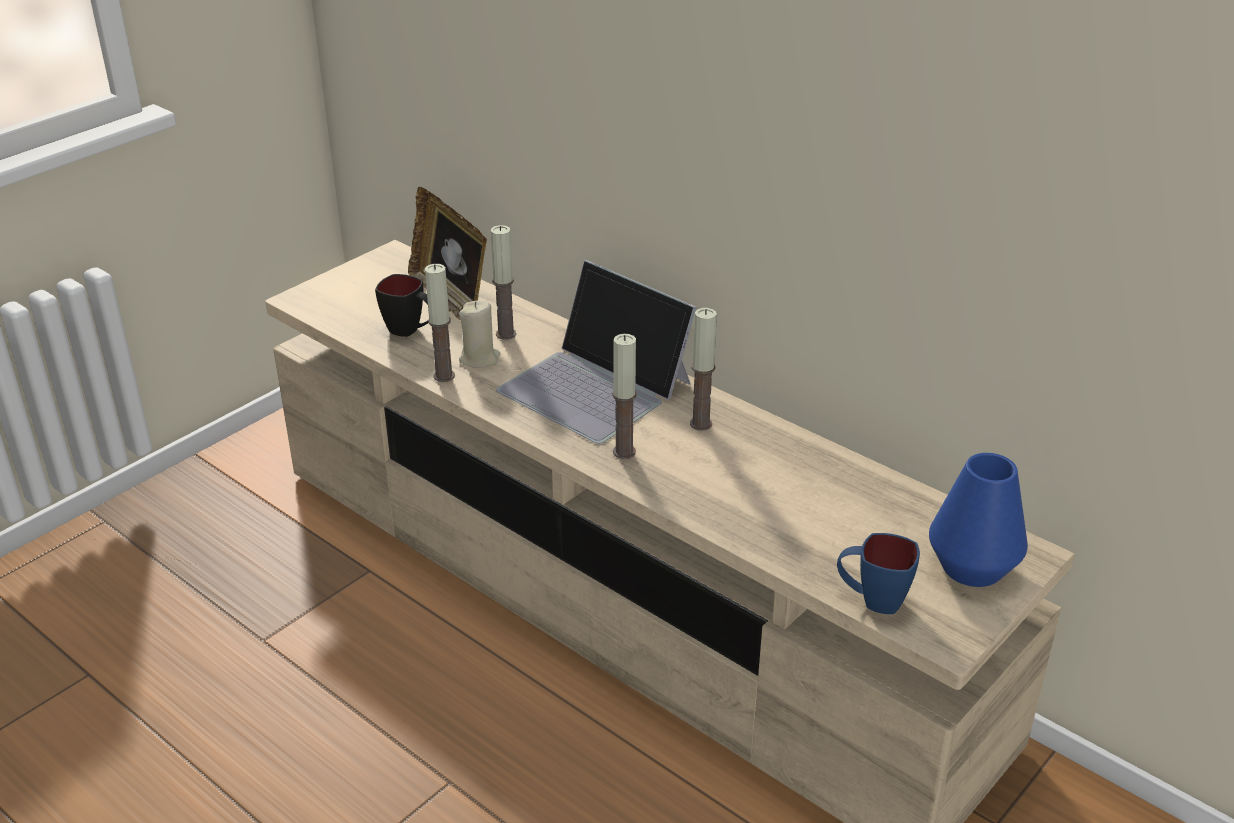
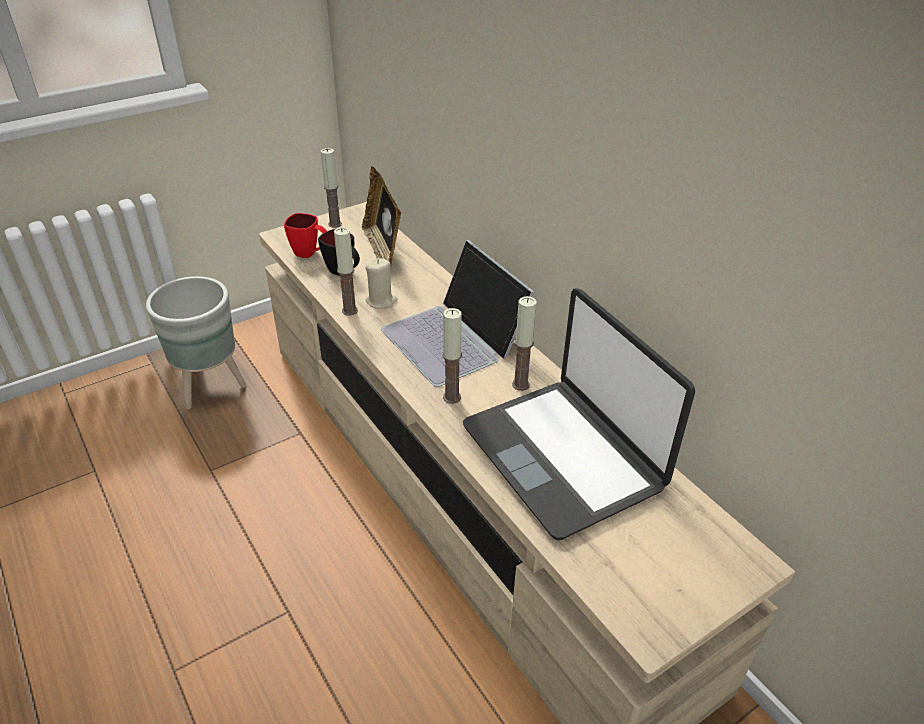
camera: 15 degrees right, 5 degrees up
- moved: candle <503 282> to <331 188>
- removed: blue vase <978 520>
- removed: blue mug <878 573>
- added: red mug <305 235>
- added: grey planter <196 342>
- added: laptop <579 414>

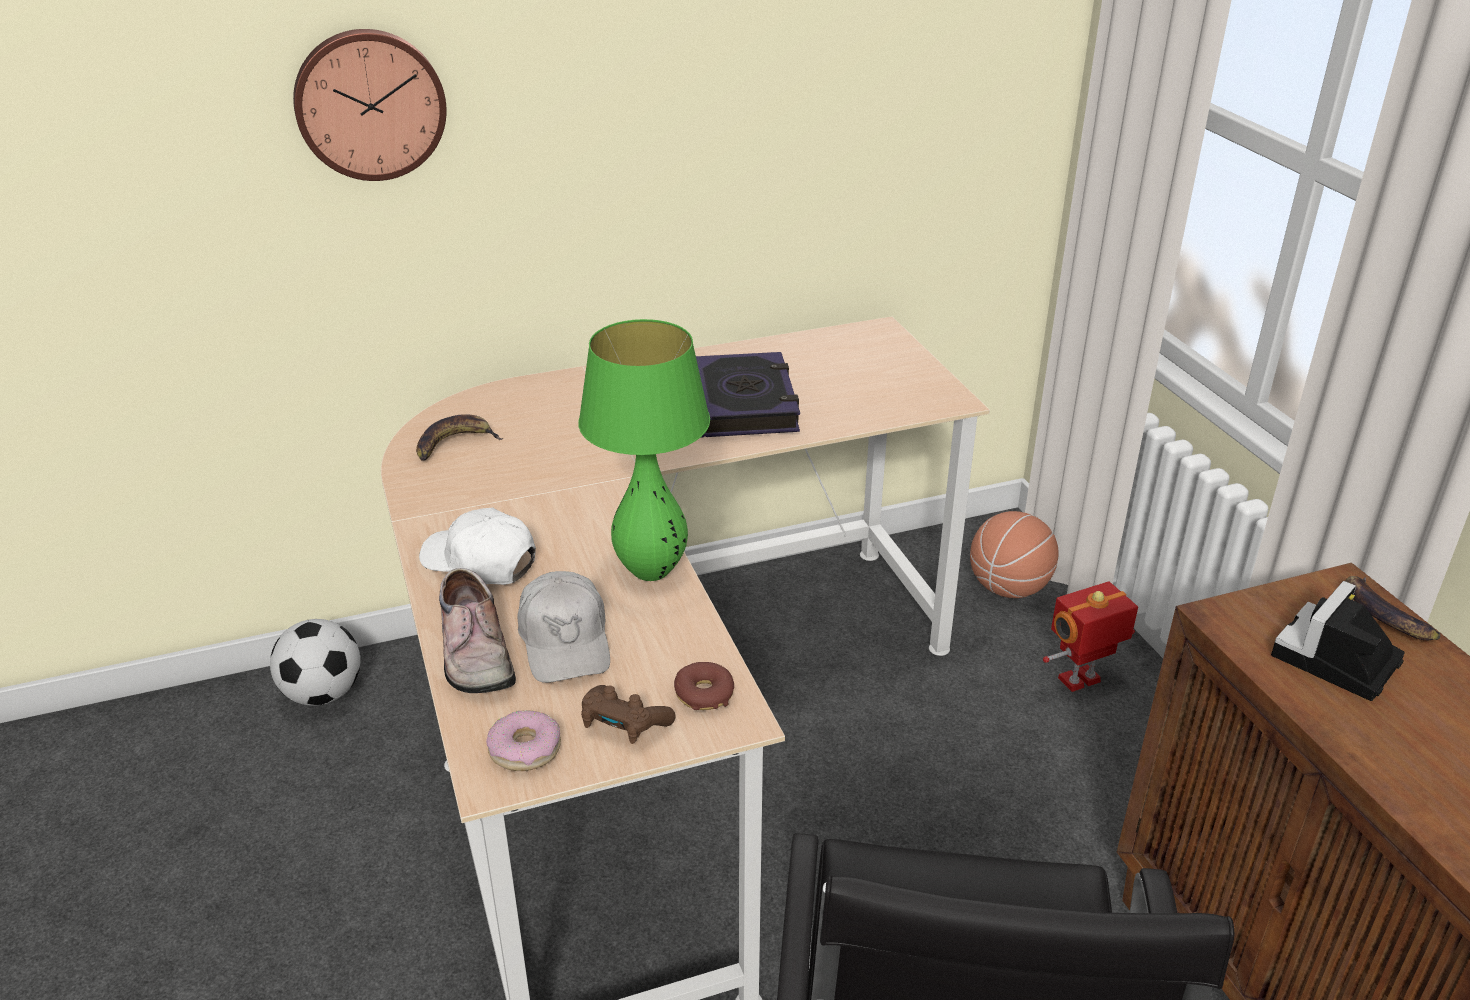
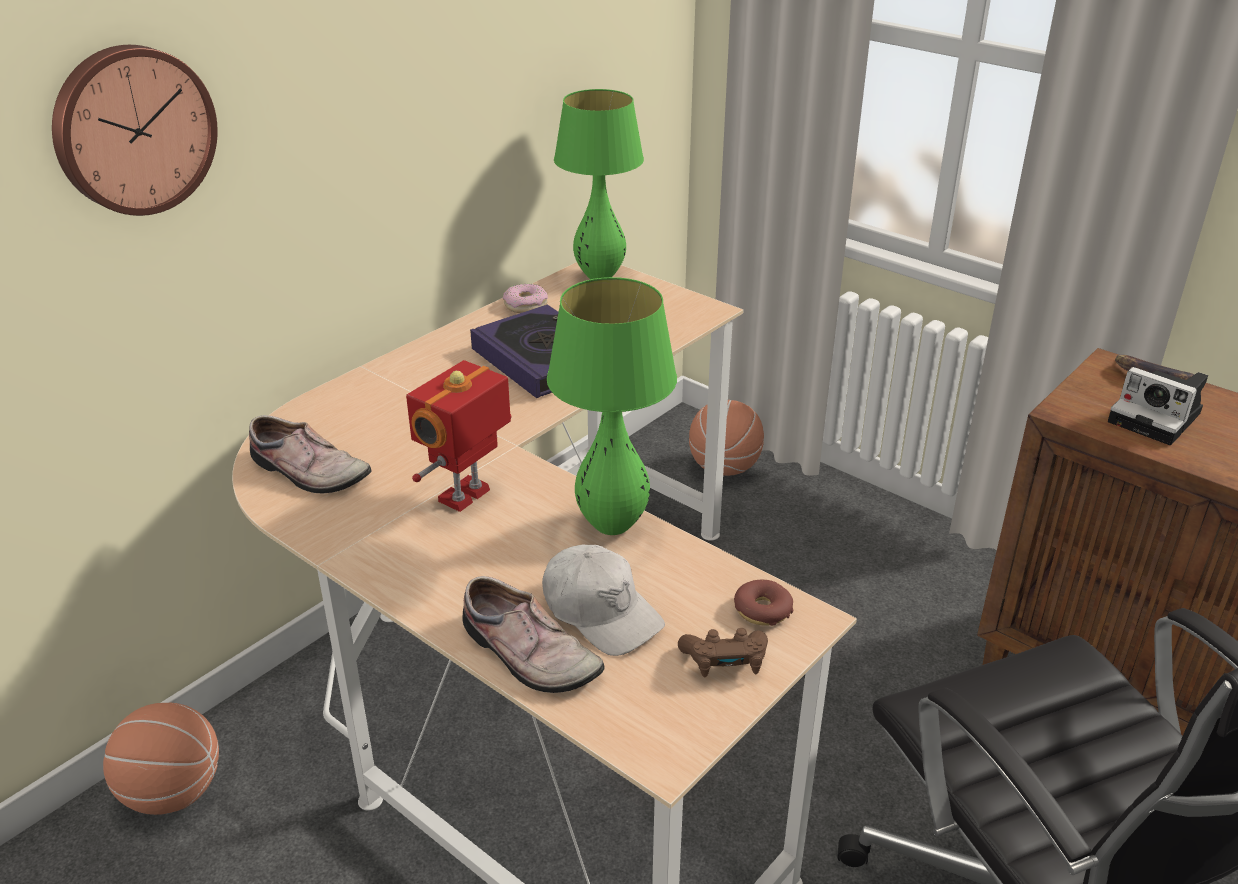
camera: 30 degrees left, 0 degrees up
- replaced: banana <459 438> to shoe <310 454>
- removed: white cap <477 546>
- moved: toy robot <1090 636> to <458 436>
- turned: photo camera <1338 641> = <1158 406> 60 degrees counterclockwise
- replaced: football <315 662> to basketball <161 759>
- moved: donut <523 740> to <525 298>
- added: green table lamp <599 184>

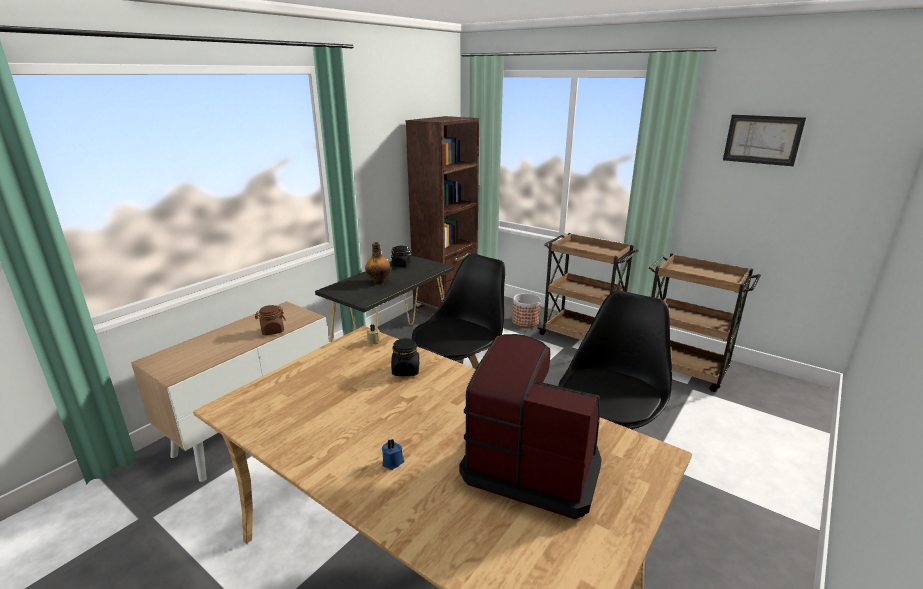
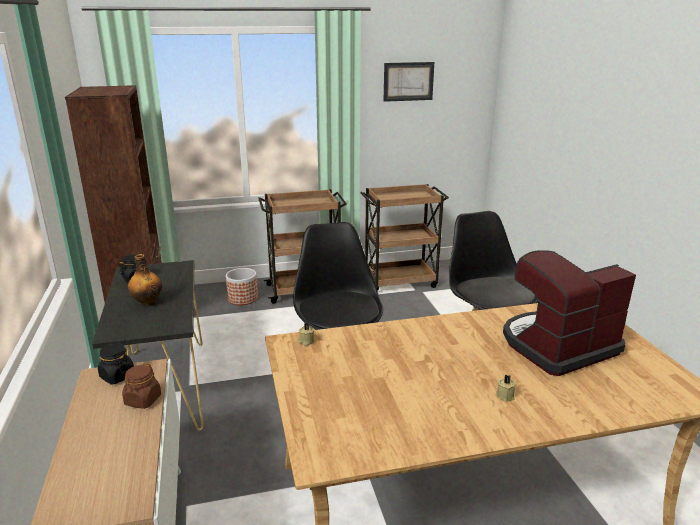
camera: 50 degrees left, 0 degrees up
- moved: black jar <405 357> to <116 363>
- recoloured: blue candle <393 454> to beige candle <505 388>

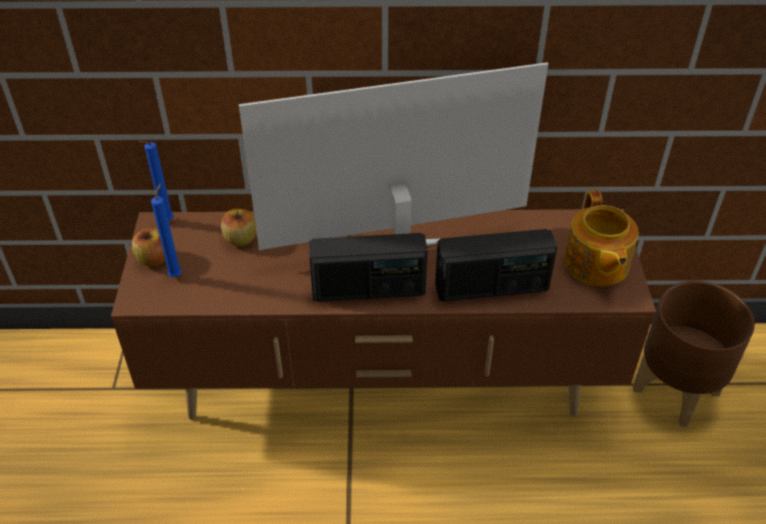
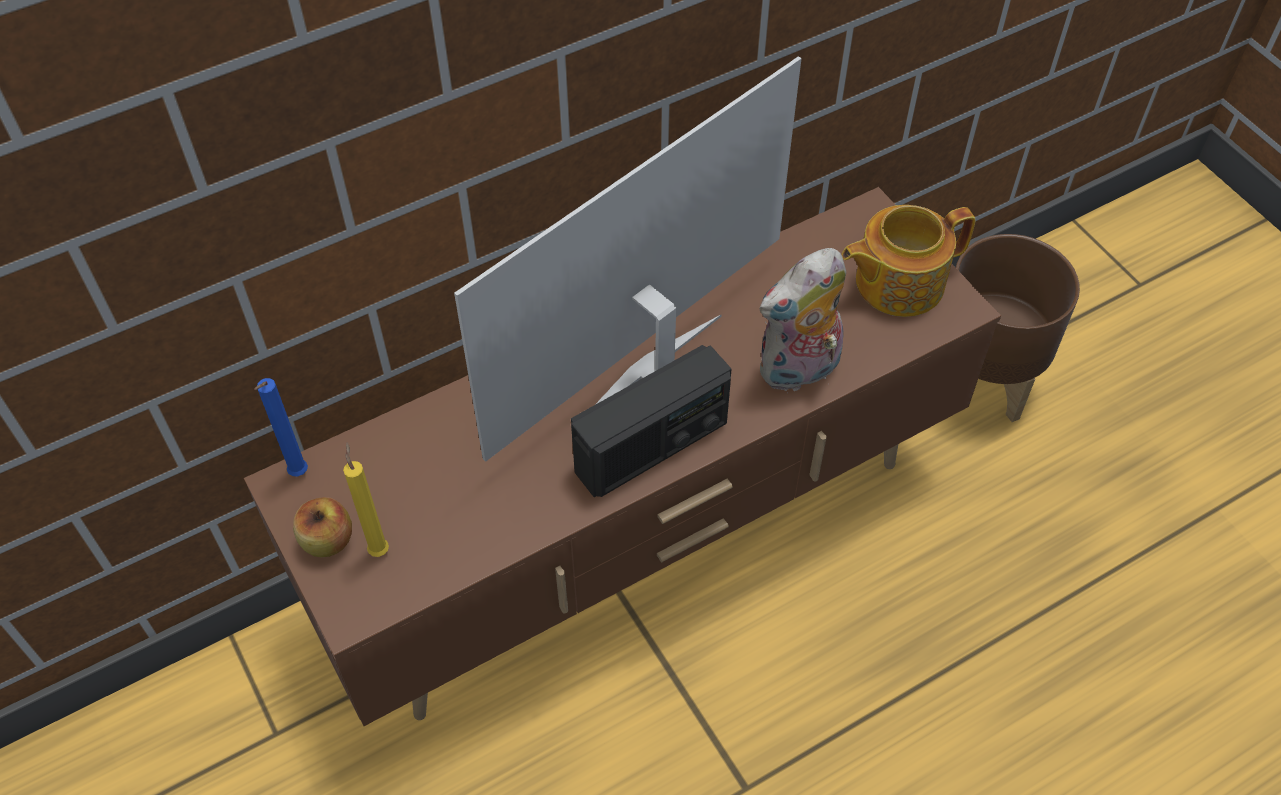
camera: 30 degrees left, 10 degrees up
- recoloured: blue candle <166 230> to yellow candle <366 499>
- turned: teapot <601 238> = <909 261> 105 degrees clockwise
- removed: apple <238 227>
- replaced: radio <496 265> to plush toy <803 320>

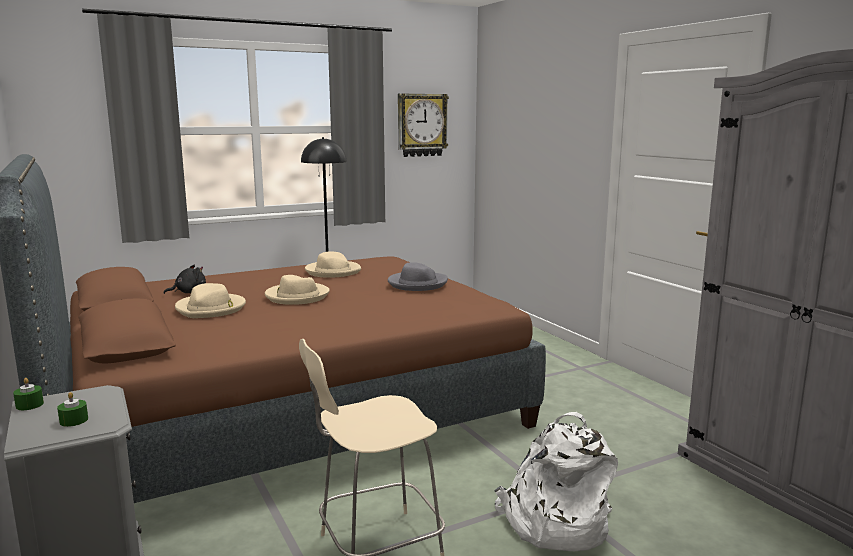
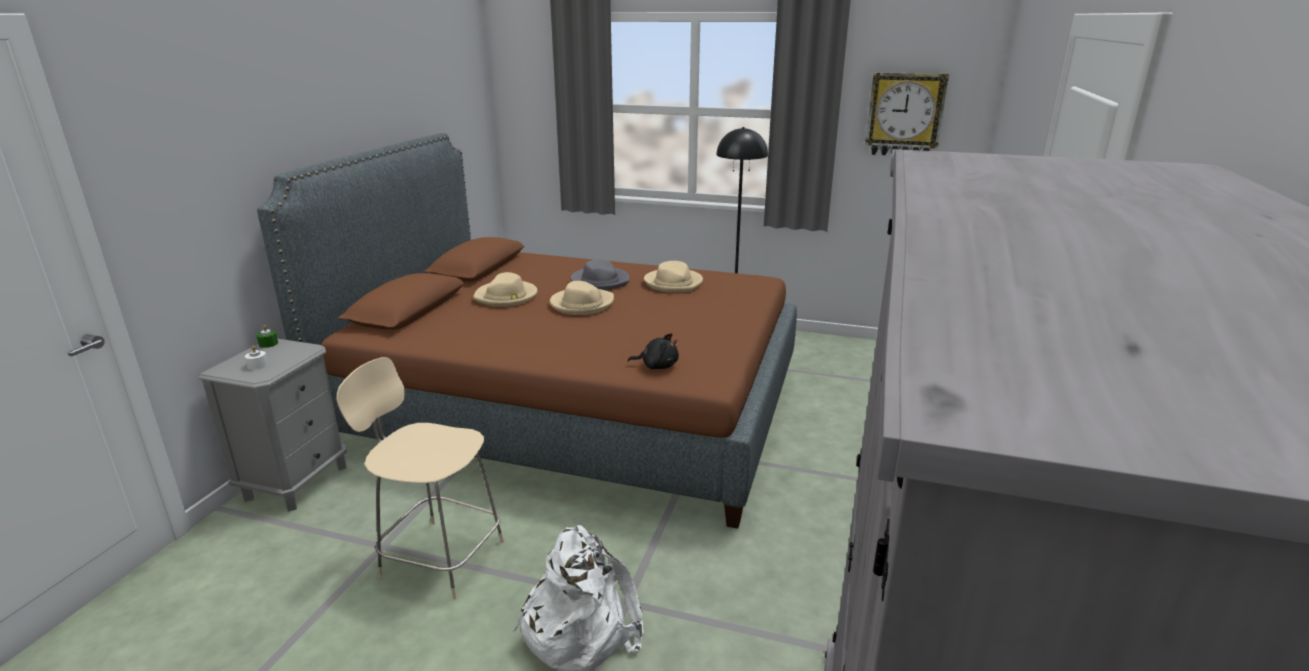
camera: 45 degrees right, 10 degrees up
- moved: grey hat <418 276> to <600 274>
- moved: black plush toy <184 279> to <653 351>
- recoloured: green candle <72 409> to white candle <256 358>

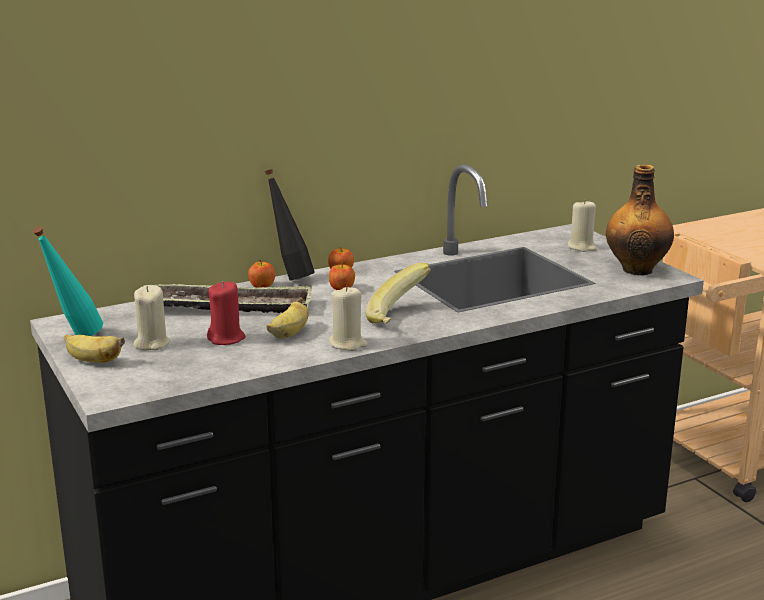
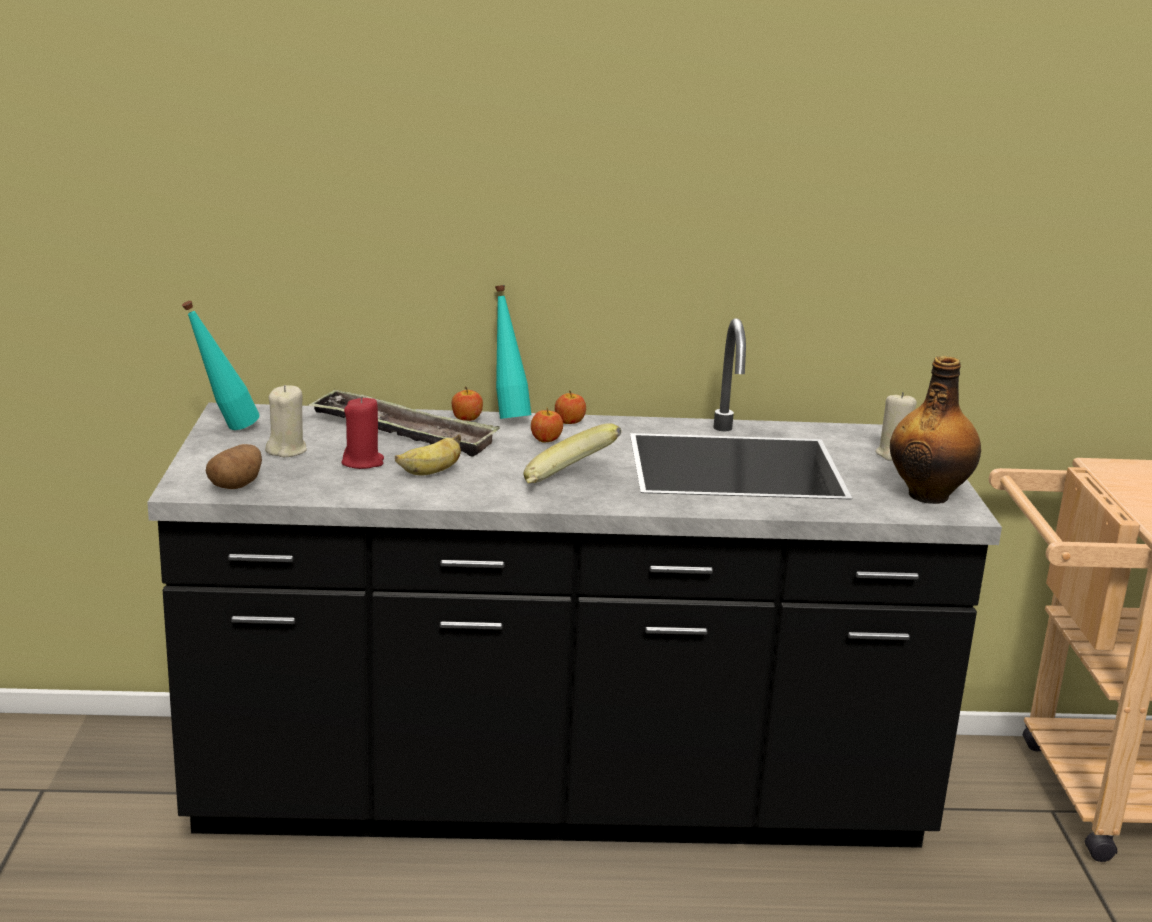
camera: 25 degrees right, 0 degrees up
- recoloured: black bottle <290 225> to turquoise bottle <513 352>
- removed: beige candle <348 318>
- removed: banana <95 348>
- added: potato <234 466>

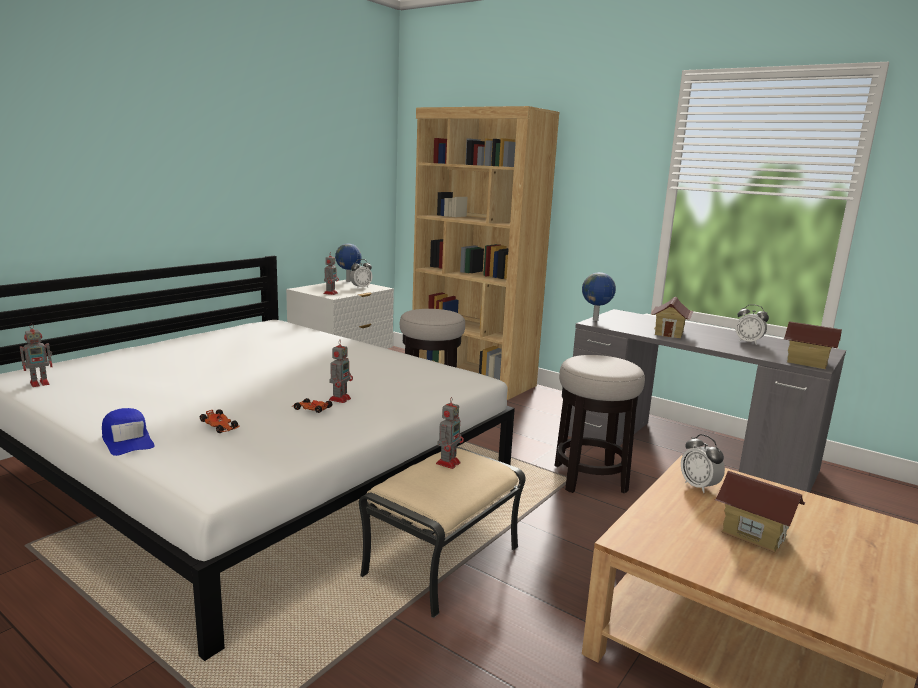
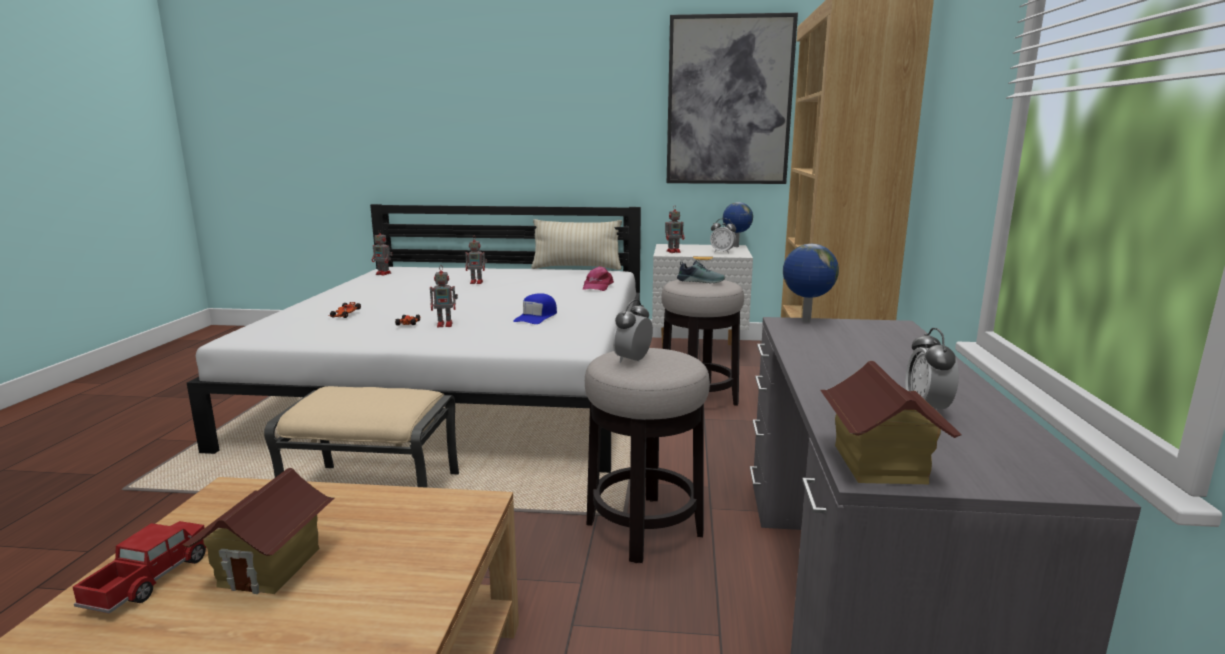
camera: 60 degrees right, 0 degrees up
- removed: toy house <672 317>
- moved: toy robot <450 433> to <476 260>
- moved: blue cap <128 432> to <535 308>
- moved: alarm clock <703 463> to <633 331>
- added: picture <732 98>
- added: beige pillow <576 244>
- added: shoe <701 271>
- added: pink cap <598 278>
- added: toy truck <139 567>

